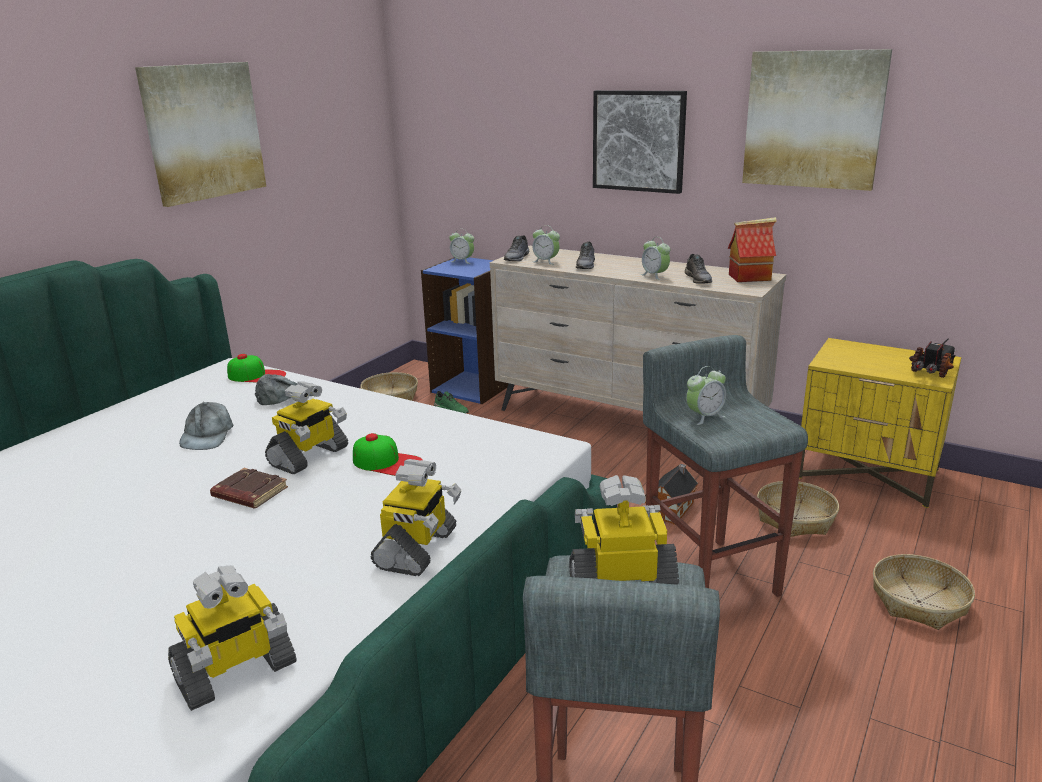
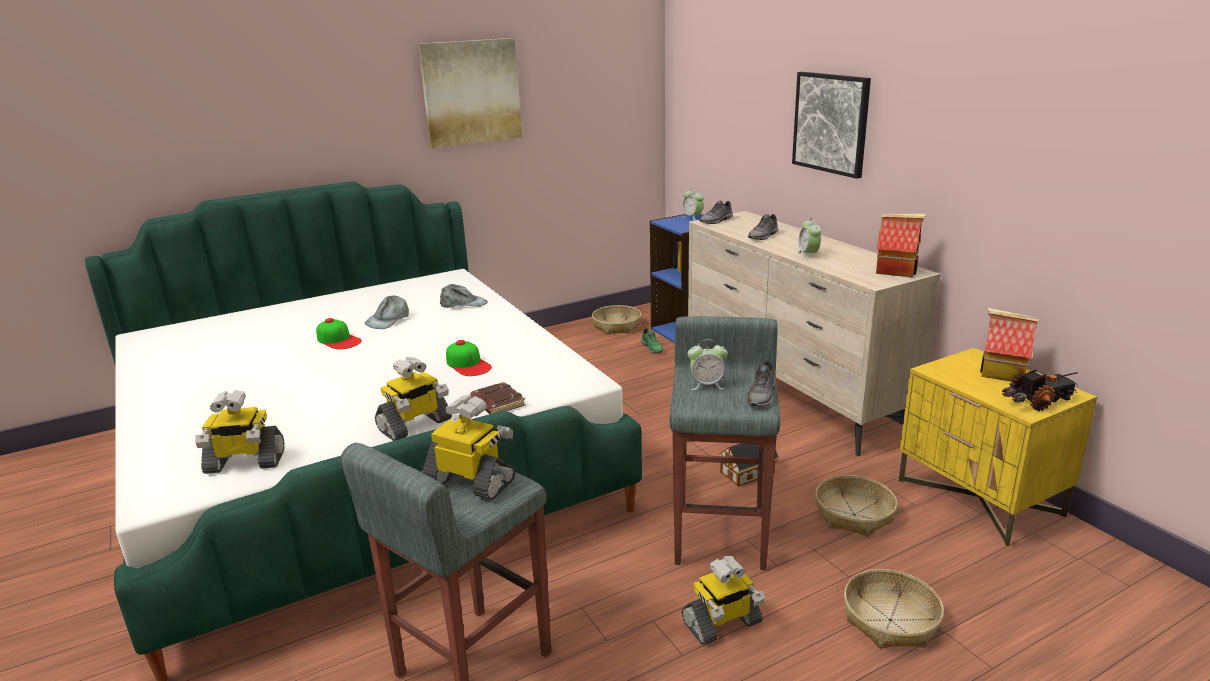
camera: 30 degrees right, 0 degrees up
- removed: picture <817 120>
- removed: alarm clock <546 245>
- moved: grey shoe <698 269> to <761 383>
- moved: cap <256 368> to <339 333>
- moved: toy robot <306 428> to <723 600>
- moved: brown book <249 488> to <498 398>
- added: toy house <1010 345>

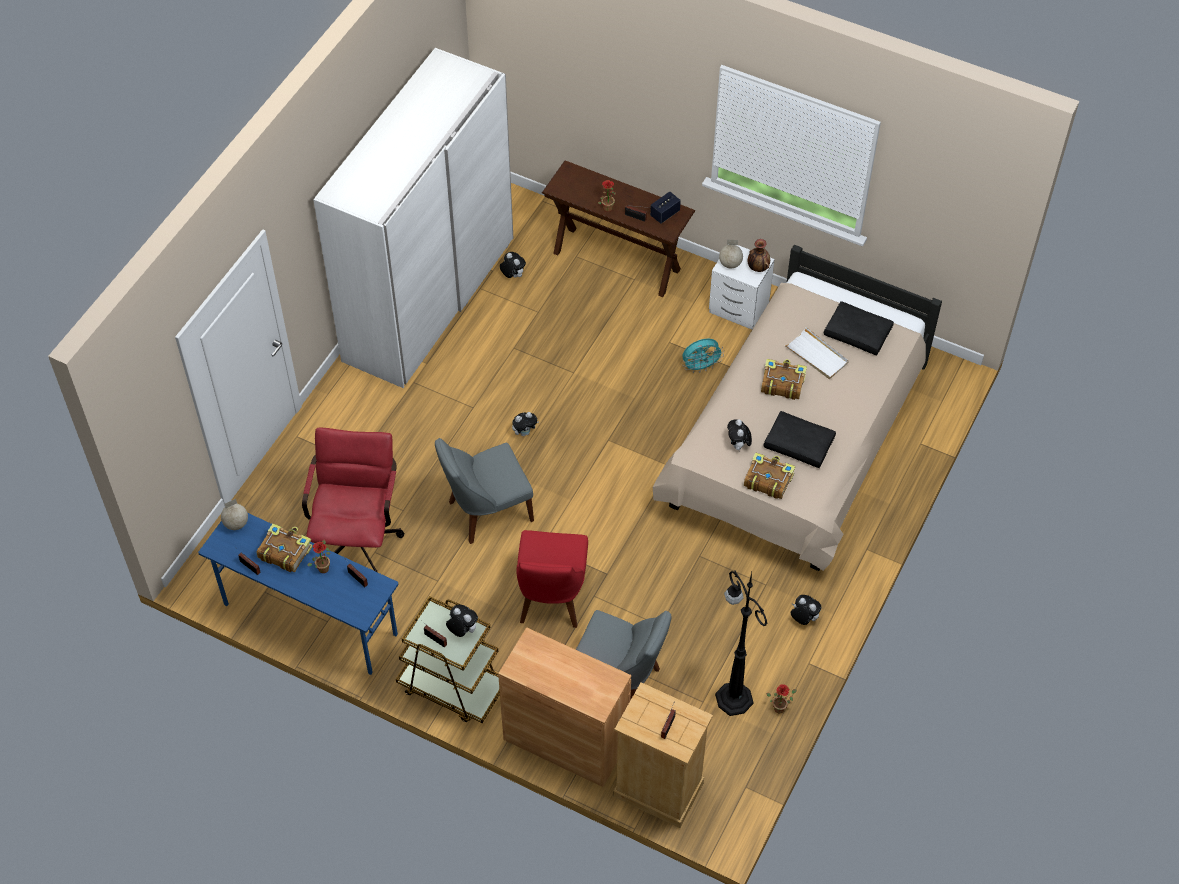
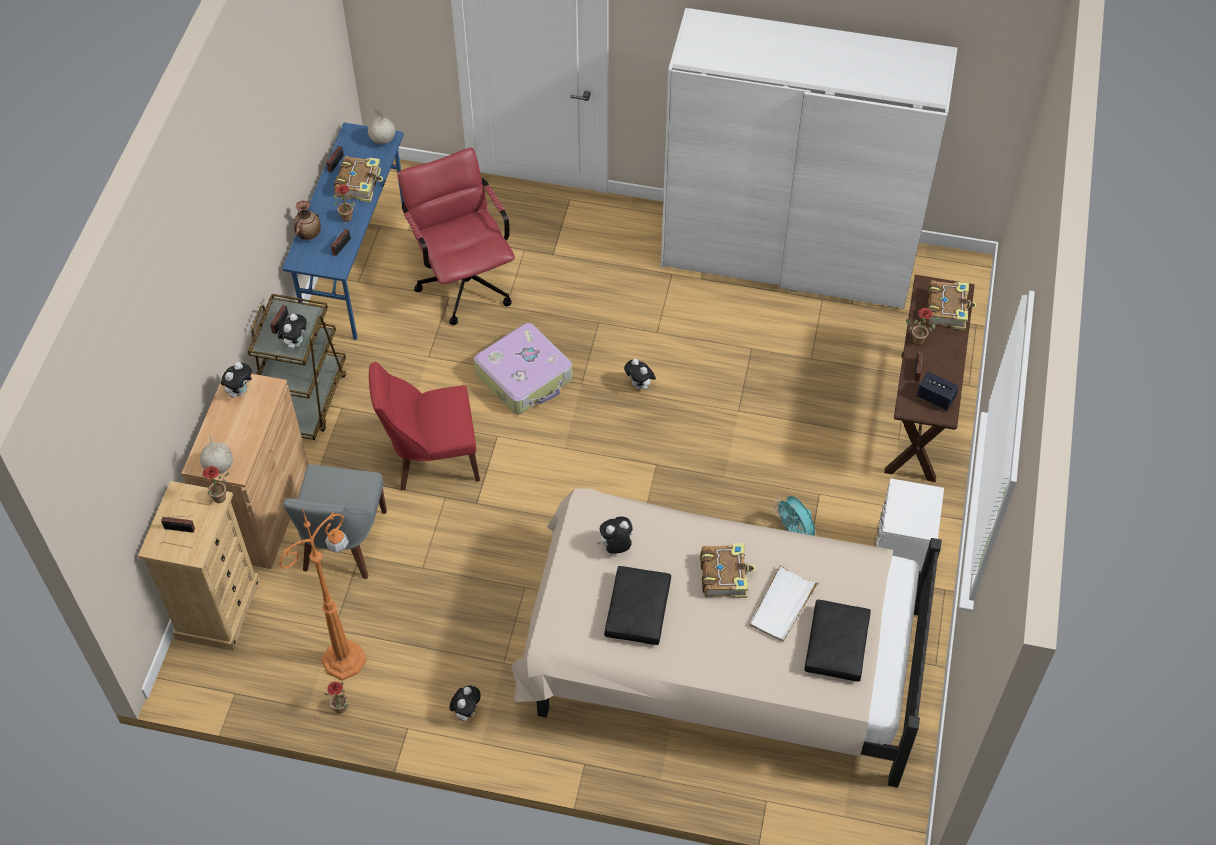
camera: 75 degrees right, 0 degrees up
- moved: globe <731 254> to <216 455>
- moved: vase <759 255> to <307 220>
- moved: plush toy <513 265> to <236 380>
- turned: red office chair <353 499> = <456 236> 105 degrees counterclockwise
- replaced: grey chair <484 491> to suitcase <523 369>
- moved: book <769 475> to <951 305>
- recoloured: black floor lamp <741 643> to orange floor lamp <323 593>
- added: potted plant <215 484>

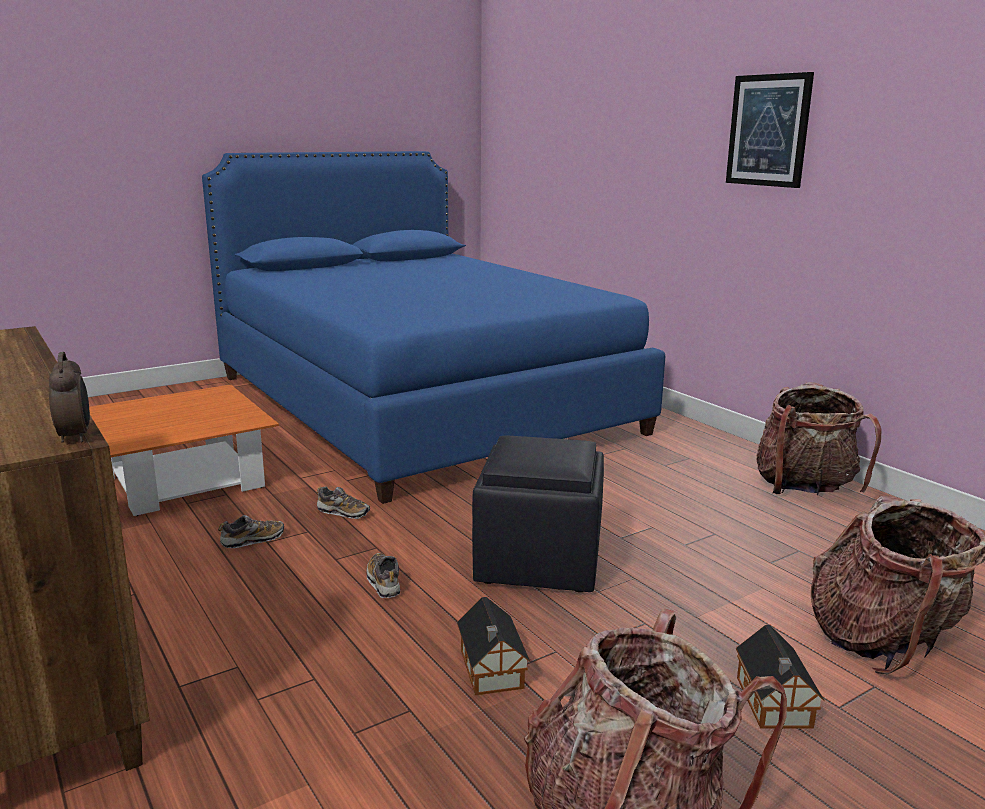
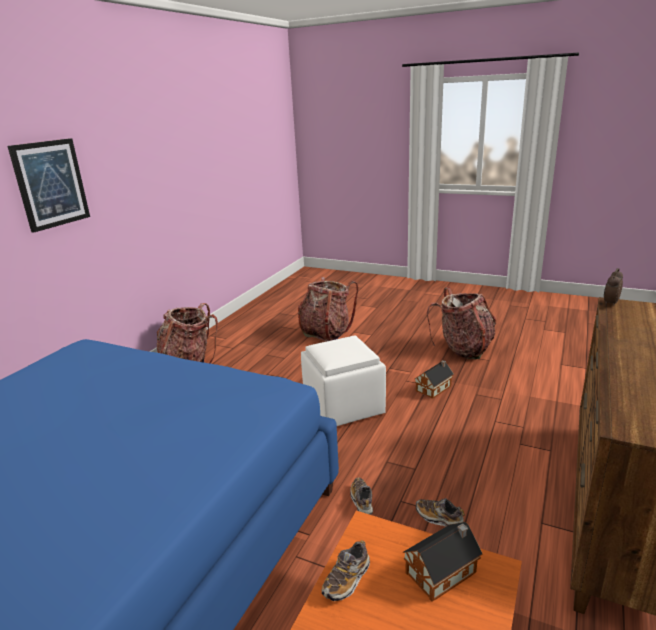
camera: 120 degrees left, 5 degrees up
- recoloured: black ottoman <538 514> to white ottoman <343 381>
- moved: shoe <383 575> to <346 570>
- moved: toy house <780 677> to <443 562>

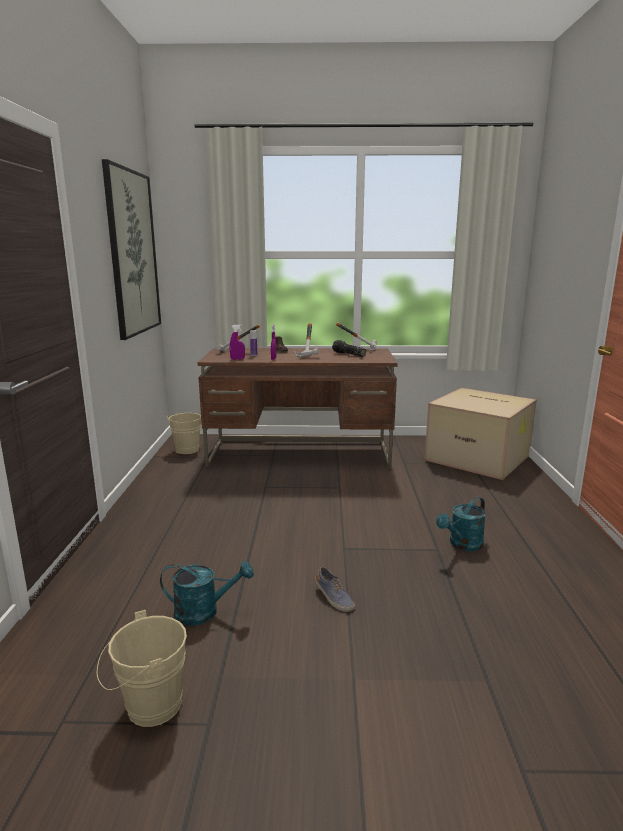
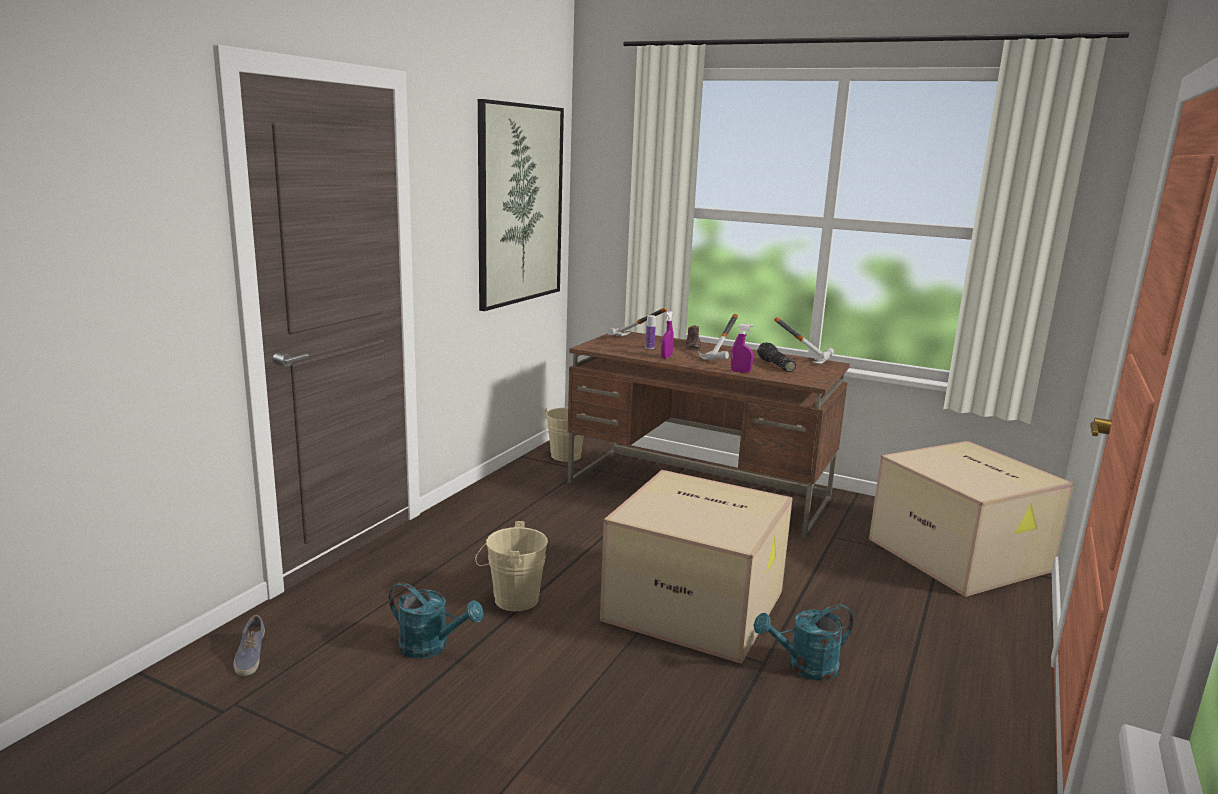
camera: 25 degrees right, 0 degrees up
- moved: purple spray bottle <237 342> to <742 348>
- moved: shoe <335 589> to <249 645>
- moved: beige bucket <142 668> to <511 566>
- added: cardboard box <696 567>

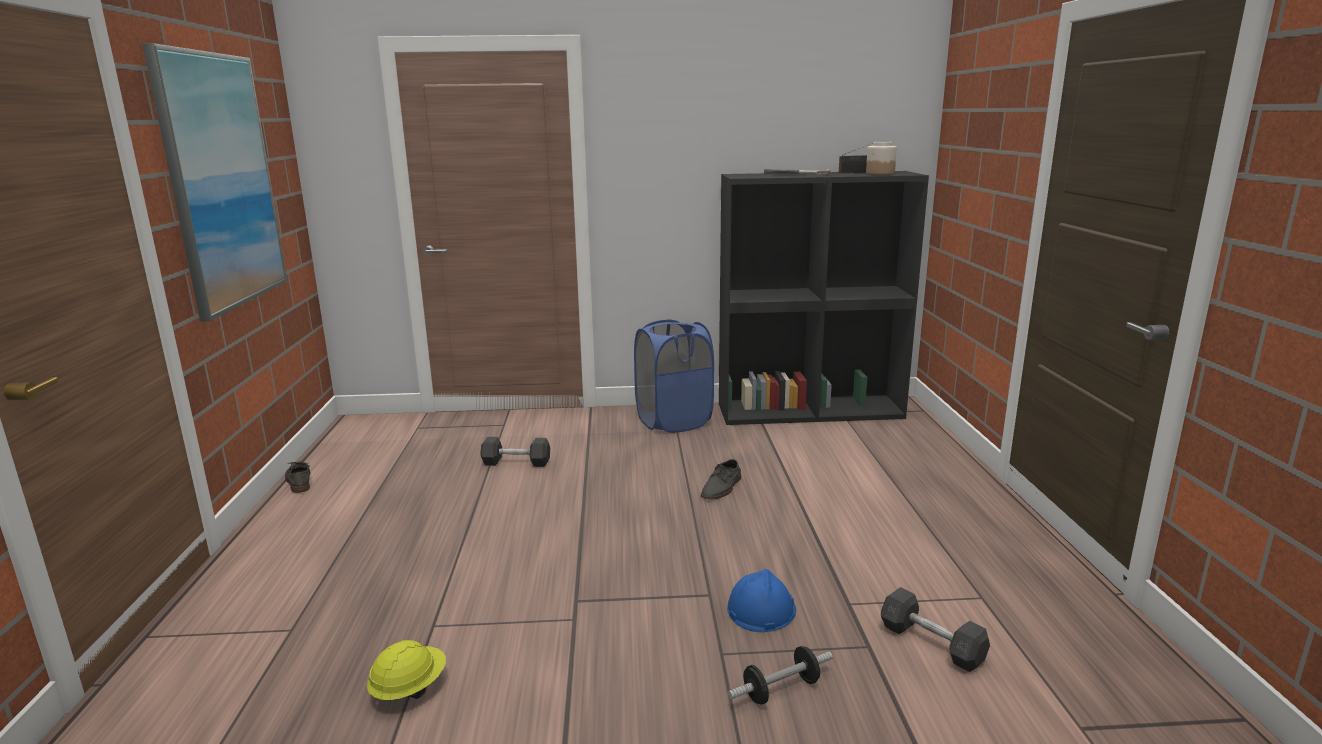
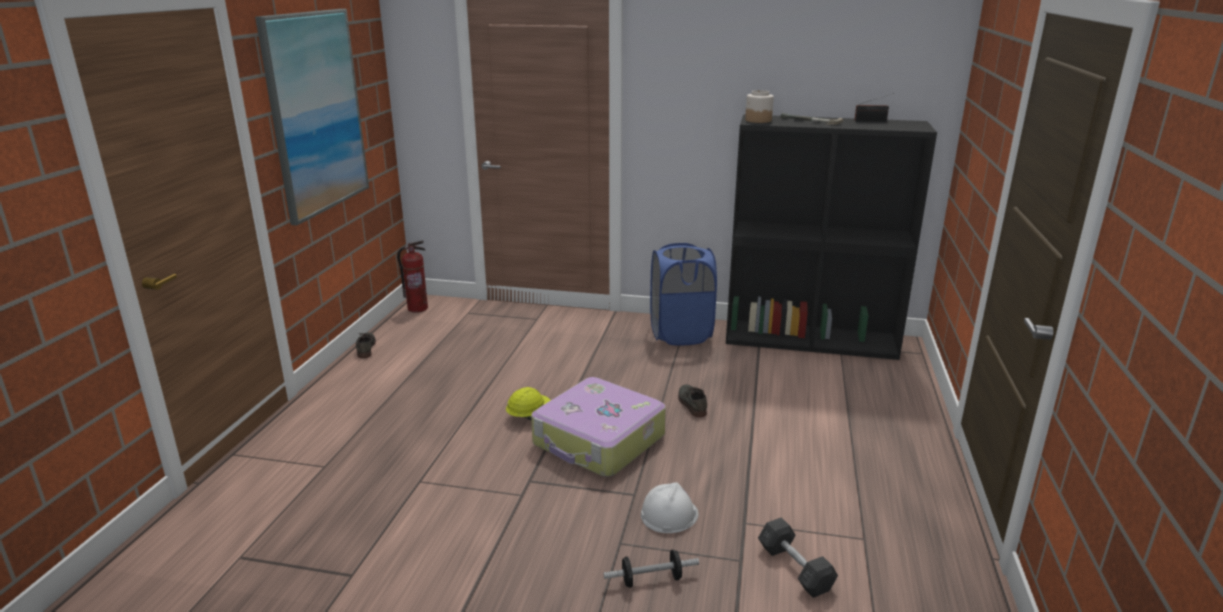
camera: 15 degrees right, 5 degrees up
- moved: jar <881 158> to <759 106>
- removed: grey dumbbell <515 452>
- turned: grey shoe <721 479> = <692 400> 120 degrees clockwise
- recoloured: blue hard hat <761 600> to white hard hat <670 507>
- moved: yellow hard hat <406 670> to <528 404>
- added: fire extinguisher <412 276>
- added: suitcase <598 427>

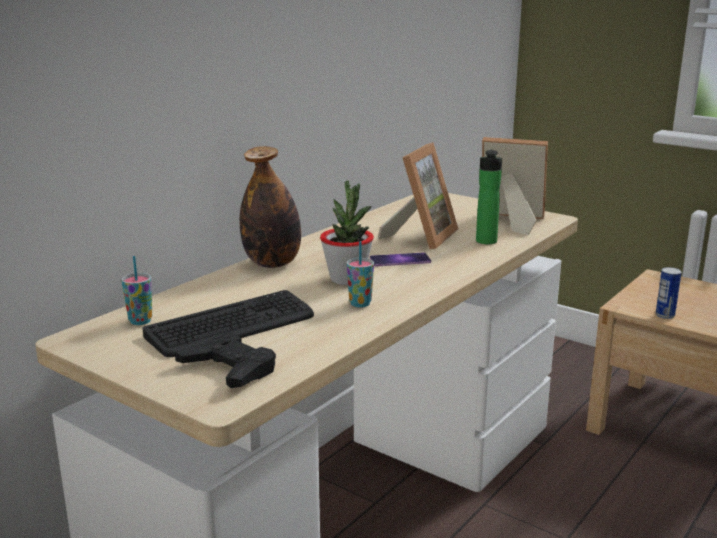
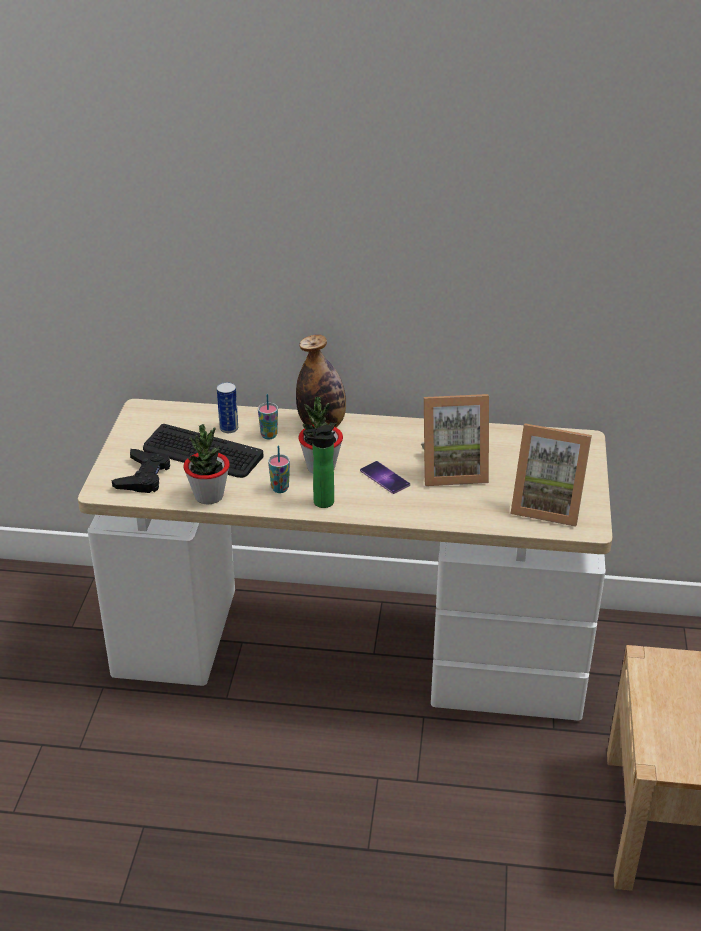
camera: 60 degrees right, 15 degrees up
- turned: picture frame <515 186> = <551 475> 120 degrees clockwise
- moved: bottle <489 197> to <318 466>
- moved: cup <136 290> to <268 416>
- moved: can <669 293> to <227 407>
- added: potted plant <206 464>

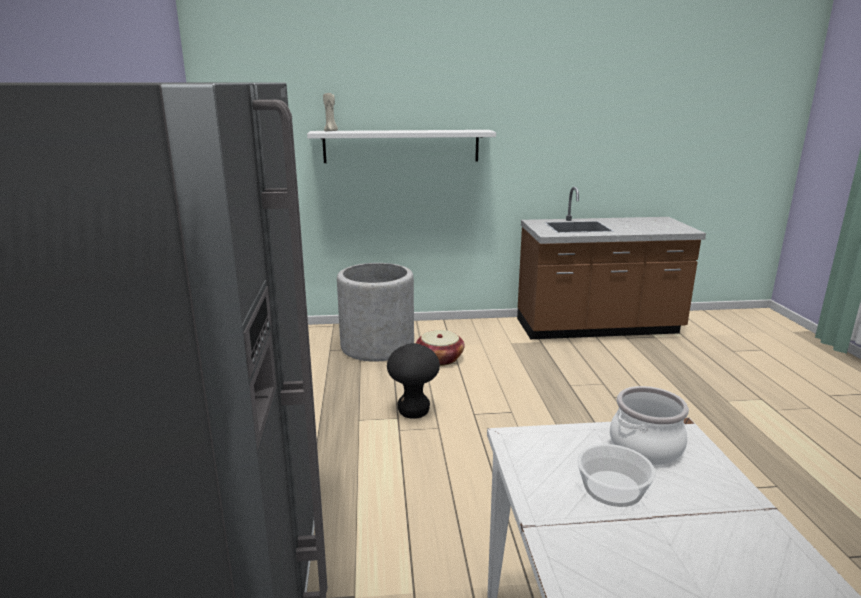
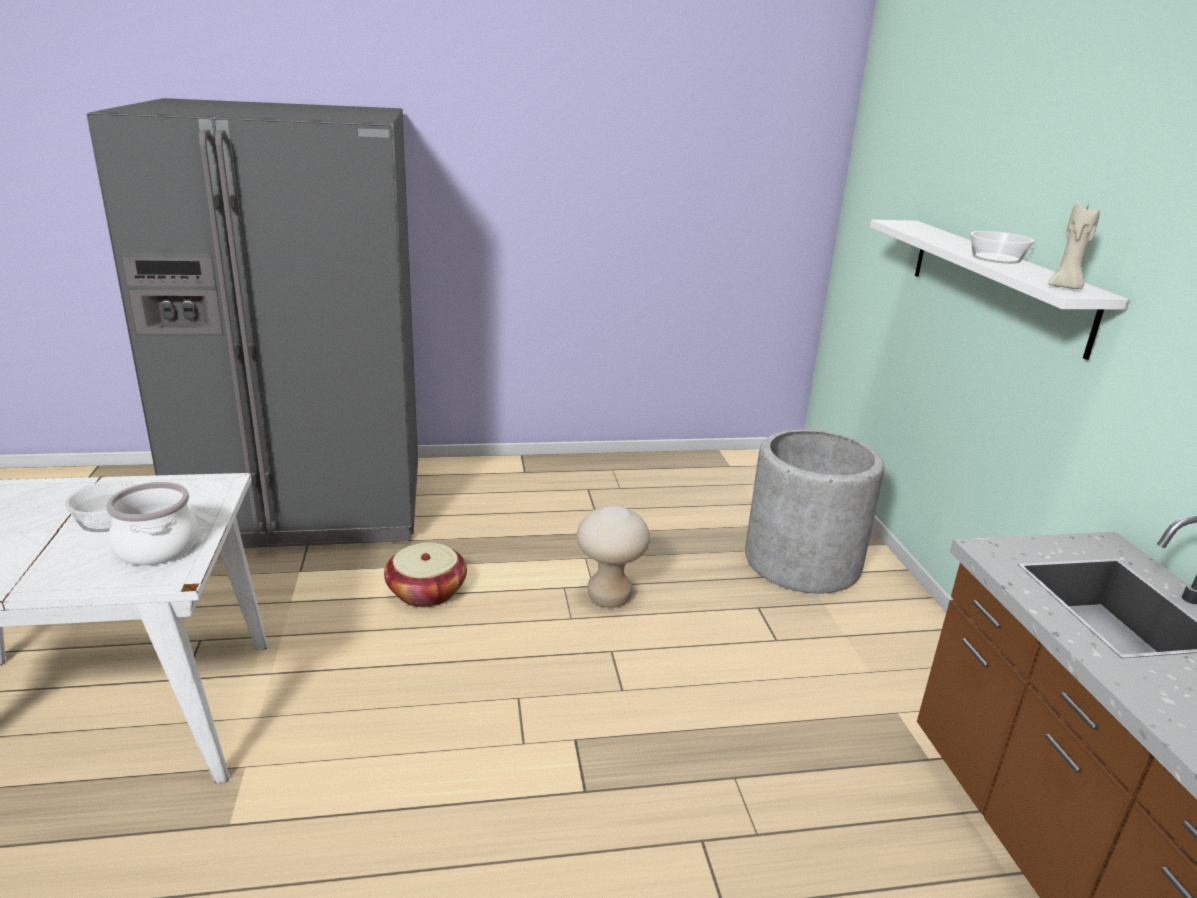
camera: 85 degrees right, 5 degrees up
- moved: beige candle <330 112> to <1074 246>
- moved: basket <440 348> to <425 574>
- recoloured: black stool <413 381> to beige stool <613 556>
- added: bowl <1002 247>

